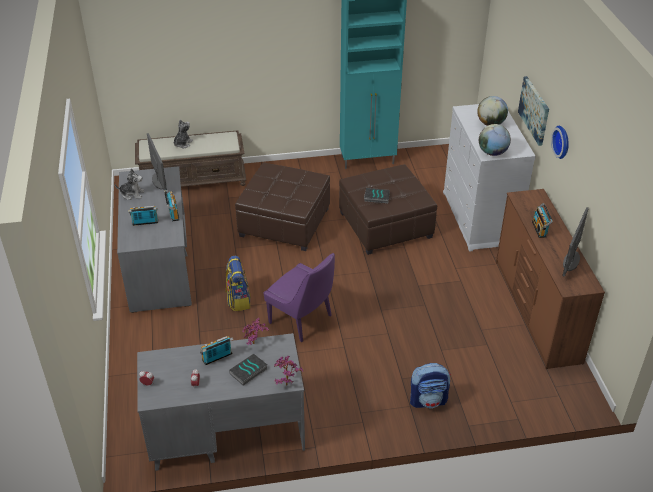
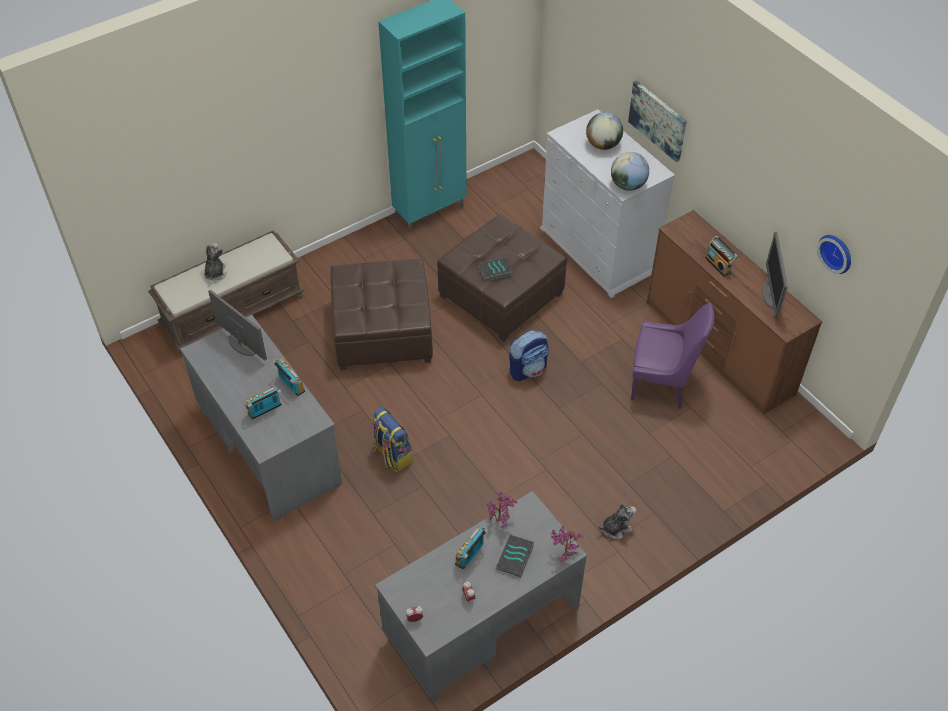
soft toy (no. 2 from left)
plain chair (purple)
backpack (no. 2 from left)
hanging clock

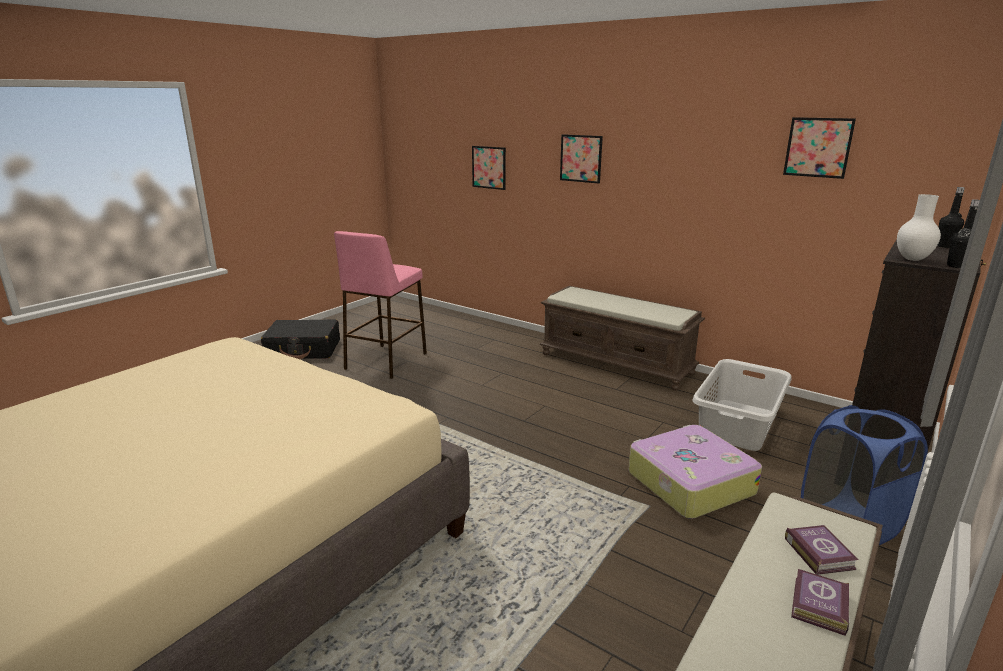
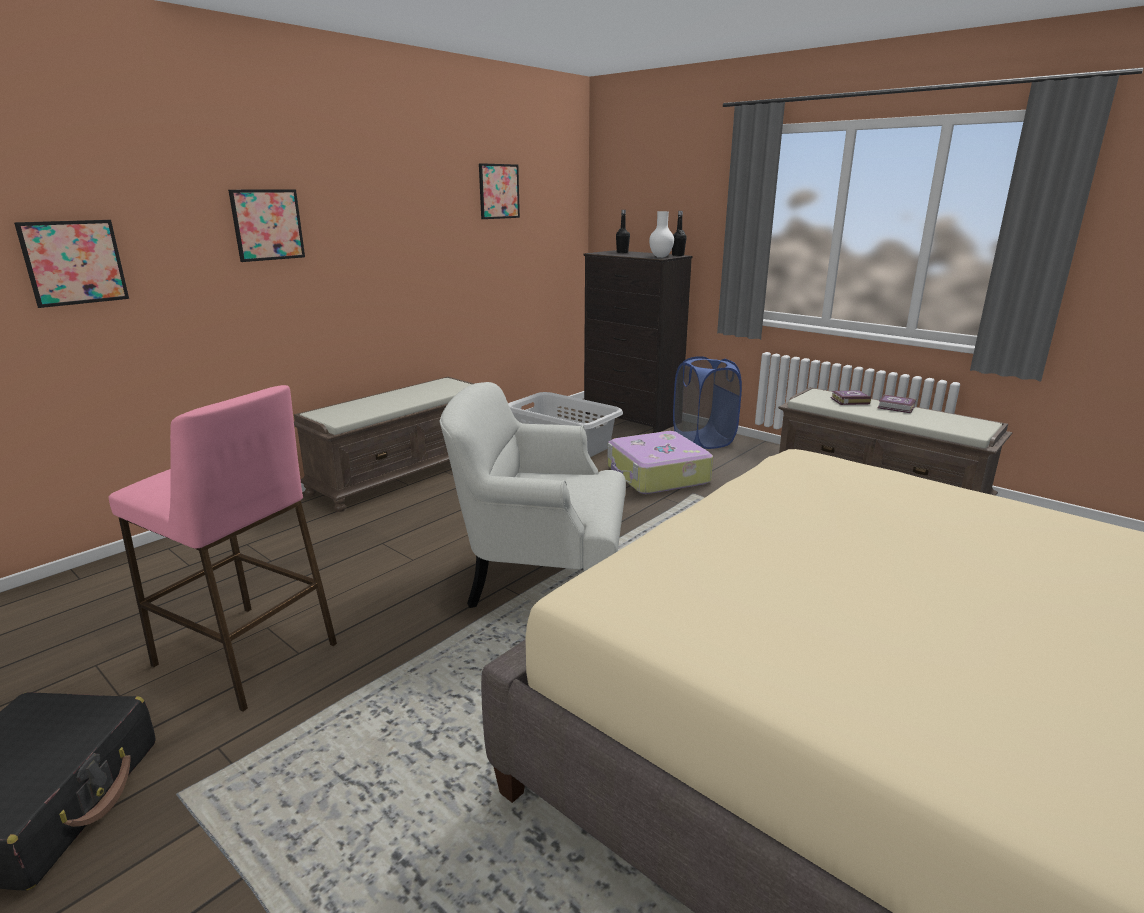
armchair (white-coloured)

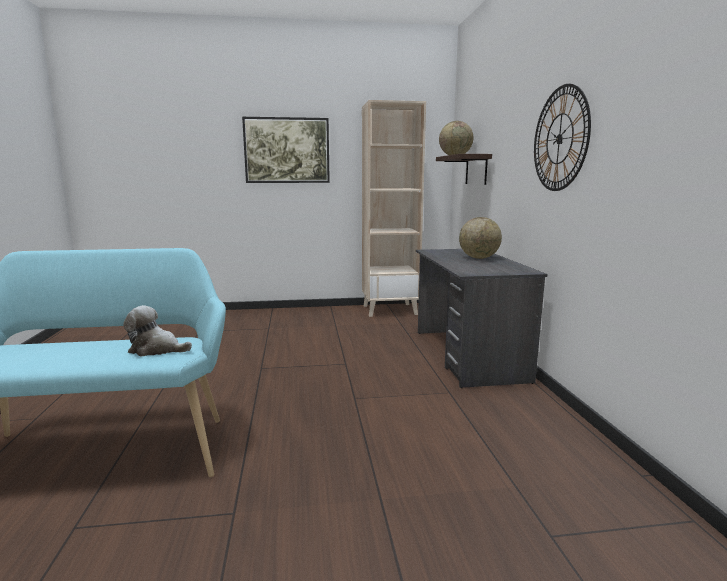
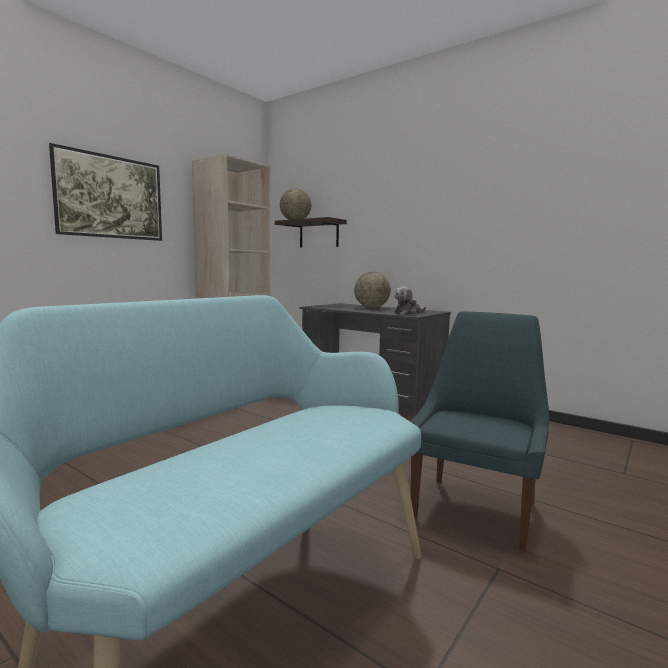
hanging clock
plain chair (blue)
soft toy

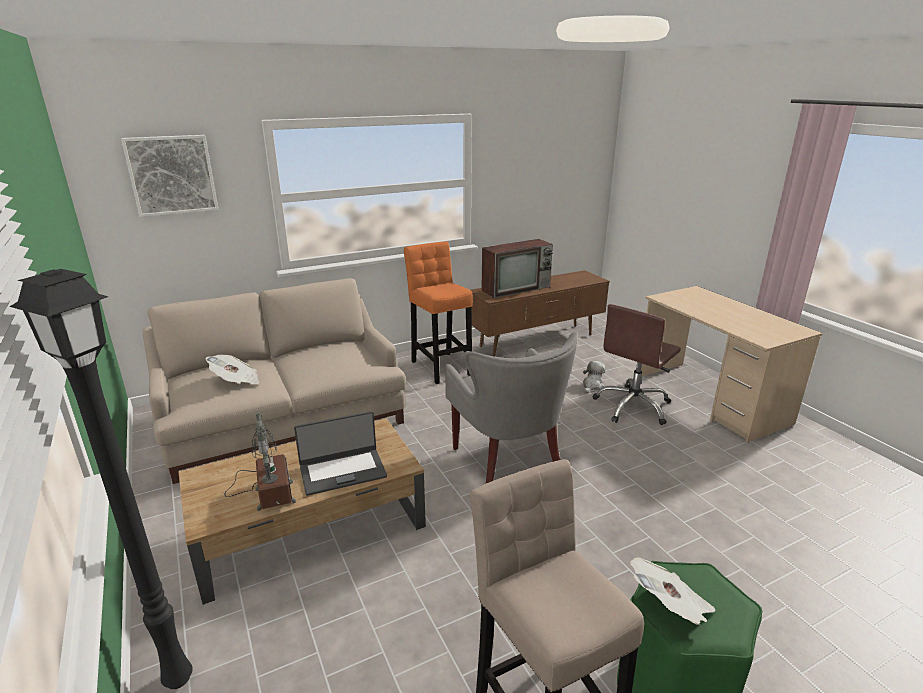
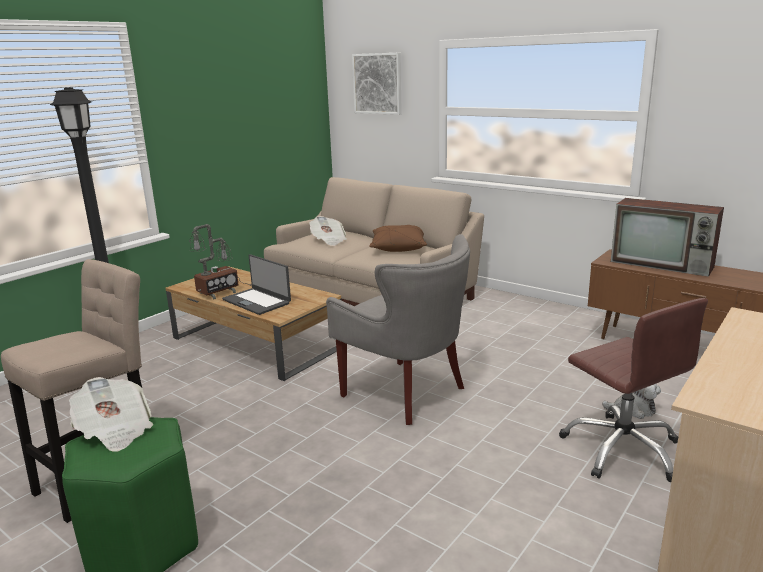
sitting stool (orangey)
pillow (brown-coloured)
armchair (greyish)
desk chair (brown-coloured)

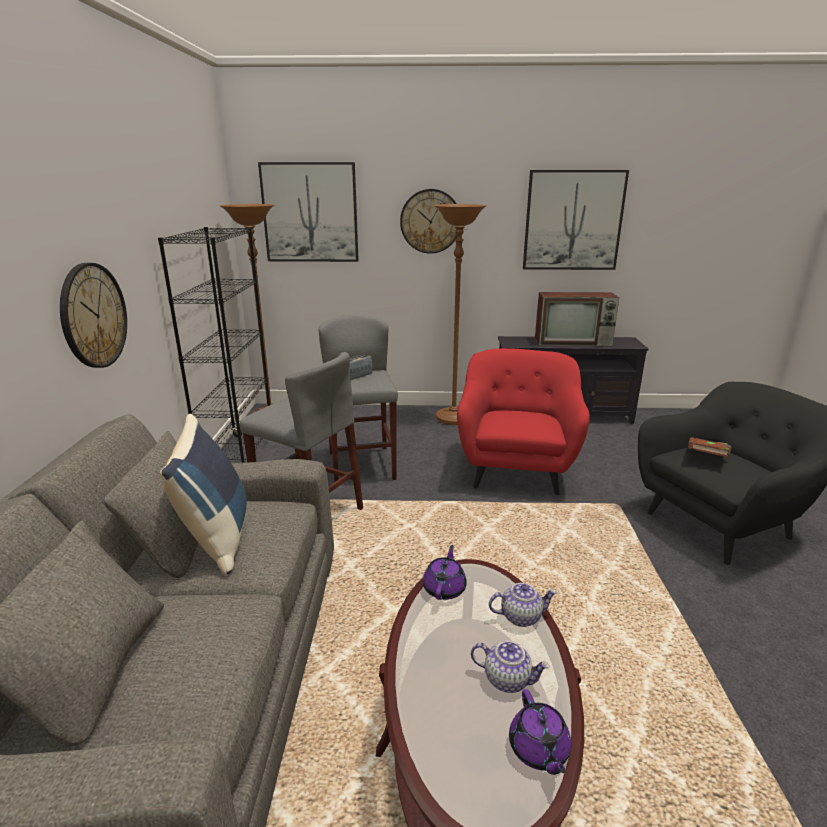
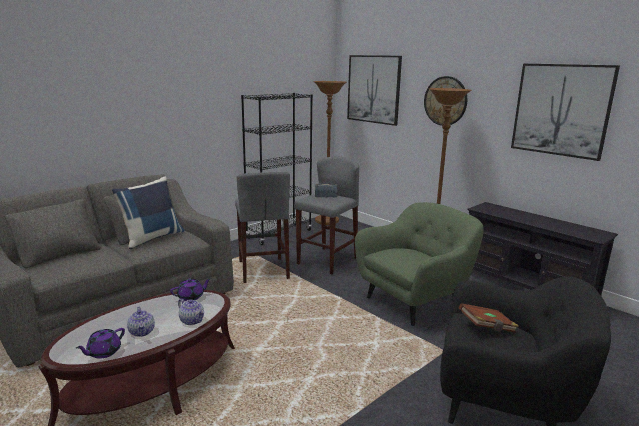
hanging clock (no. 1 from left in the first image)
TV
armchair (green)

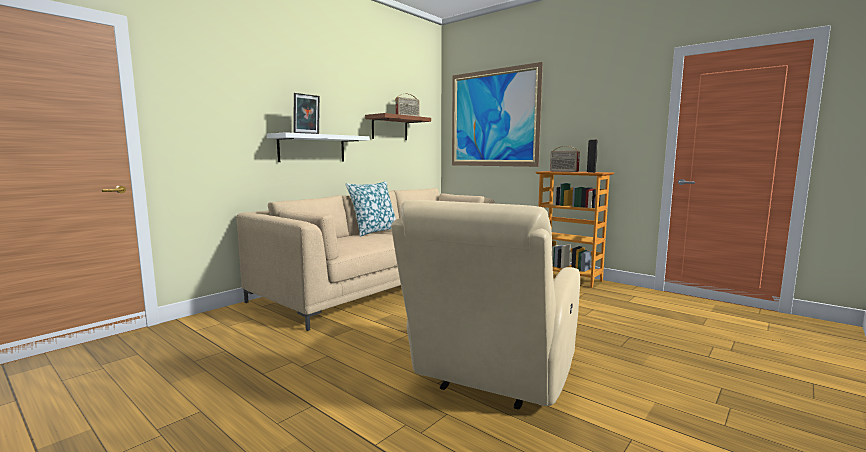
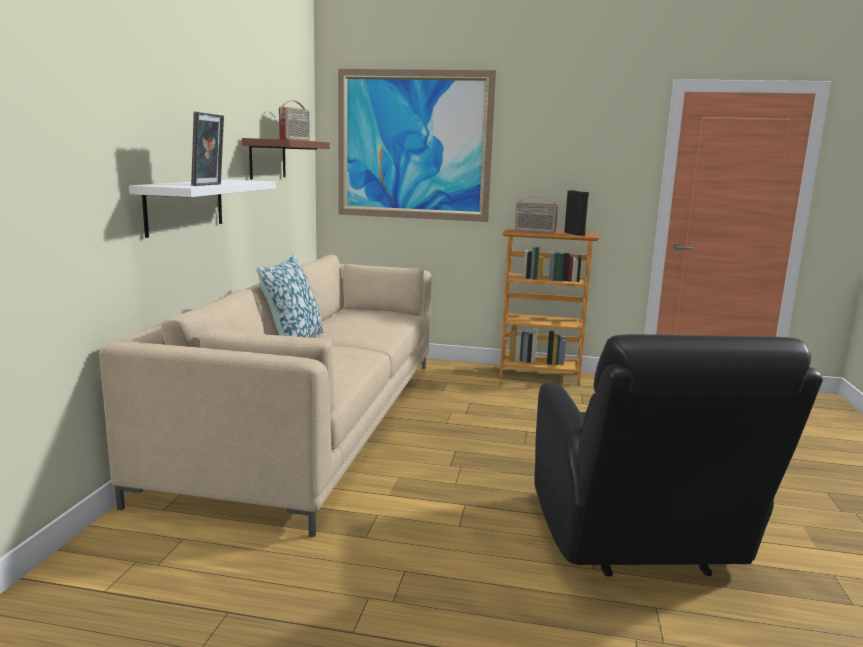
armchair (black)

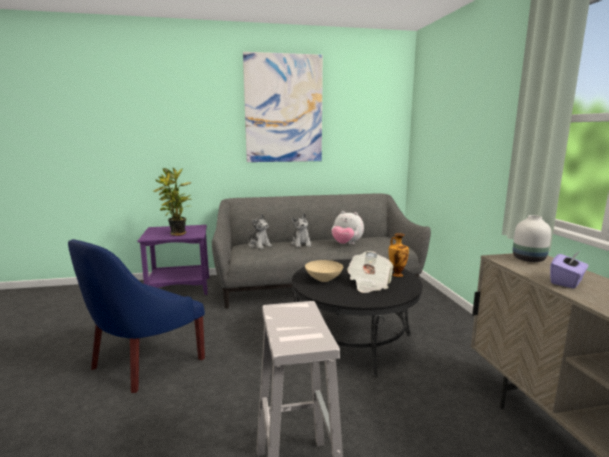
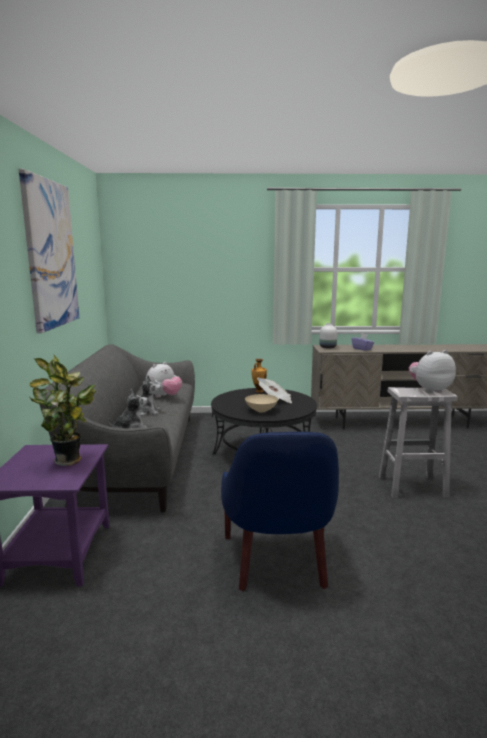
soft toy (no. 4 from left)
armchair (blue)

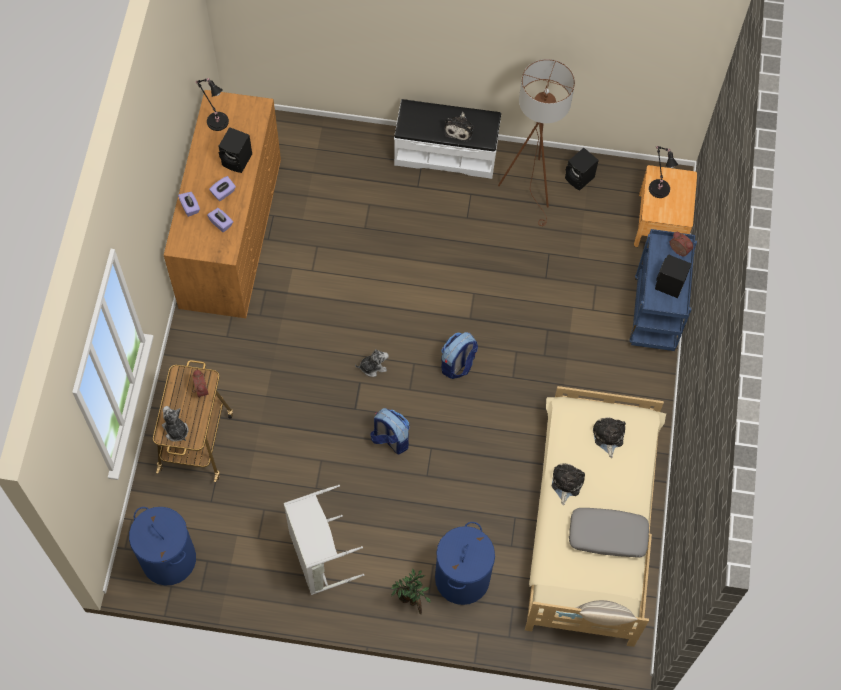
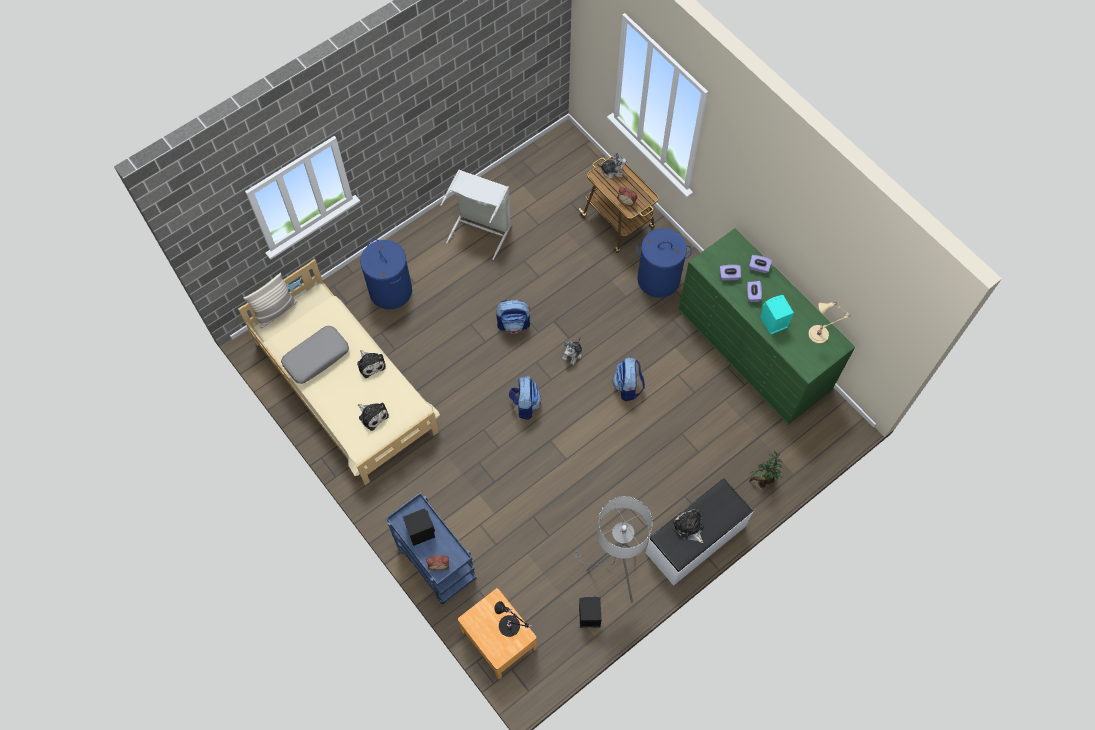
backpack (no. 3 from left)
laundry basket (blue) (no. 2 from left)
houseplant
chest of drawers (green)
tabletop lamp (beige-coloured)
speaker (turquoise-coloured)
standard lamp (greyish)

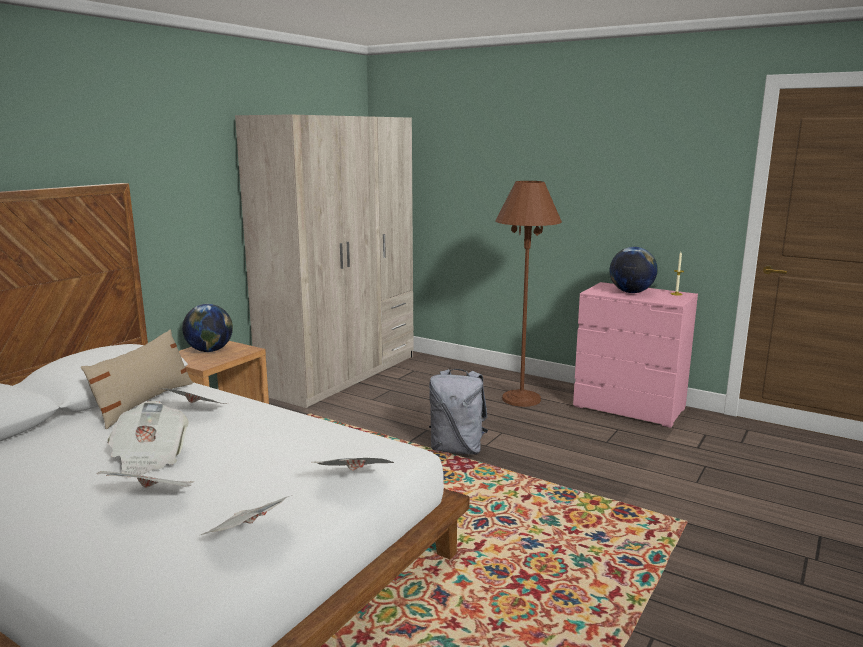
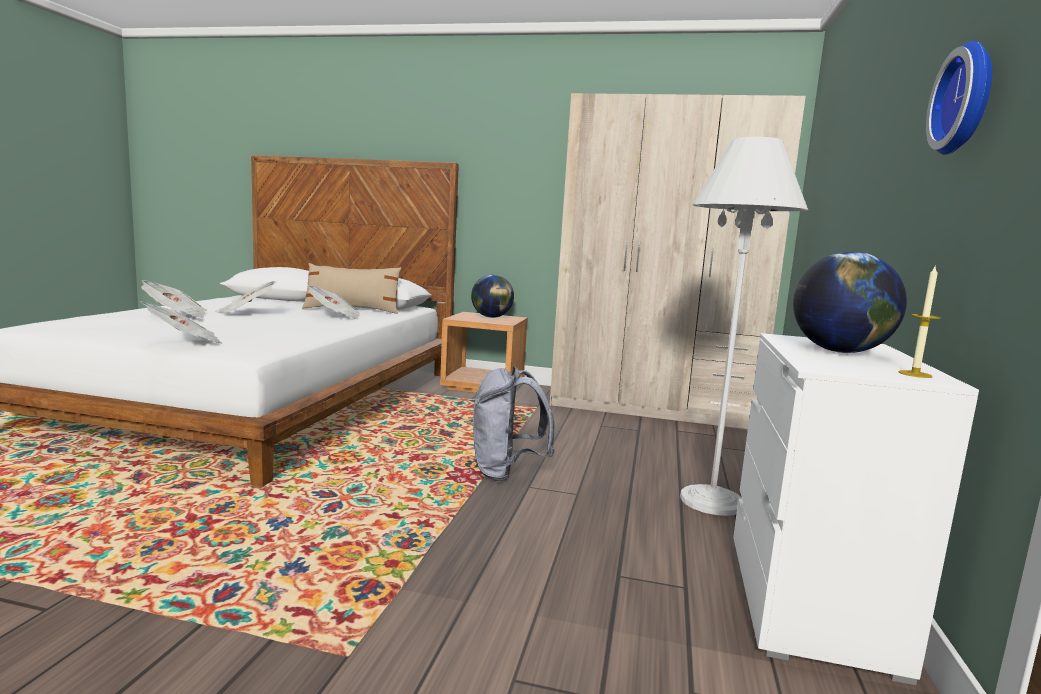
daily paper (no. 4 from left in the first image)
hanging clock
standard lamp (white-coloured)
chest of drawers (white-coloured)

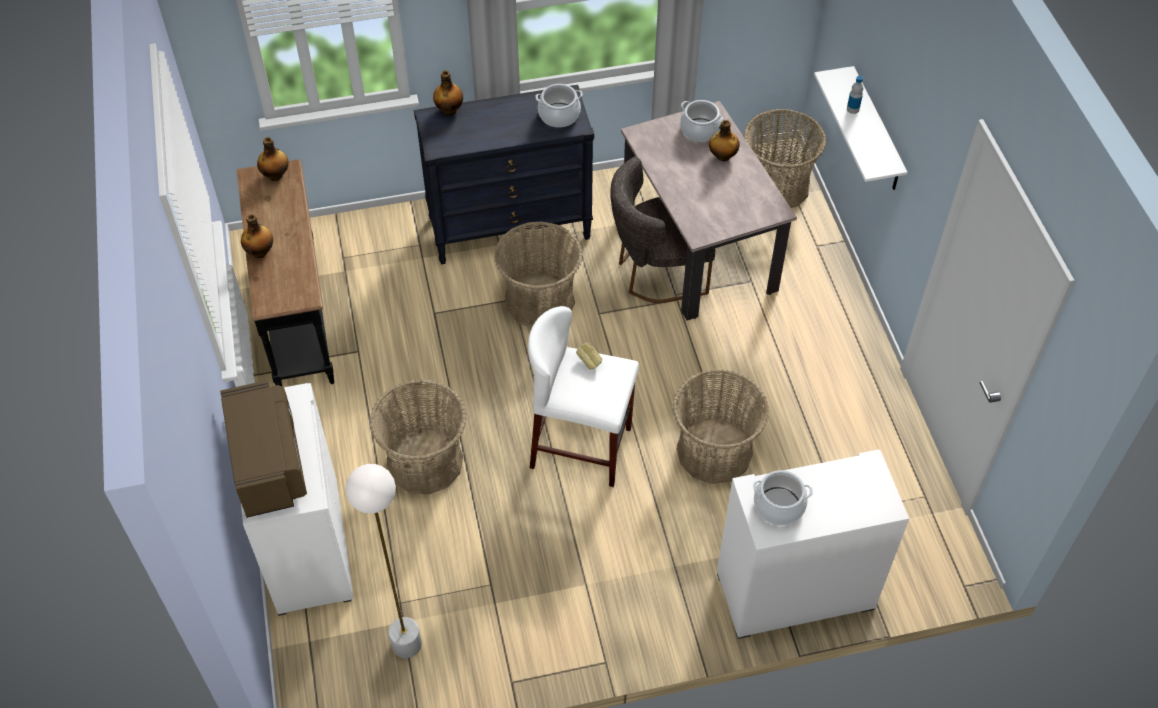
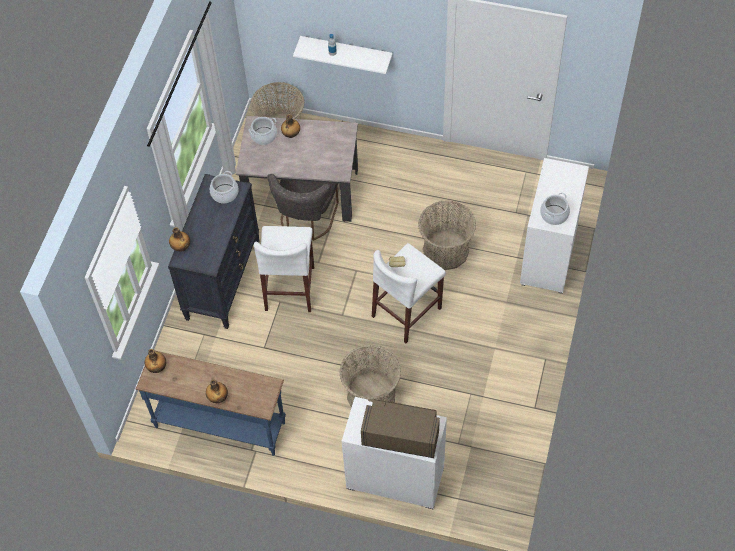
standard lamp (white-coloured)
sitting stool (white-coloured) (no. 1 from left)
narrow table (blue)

